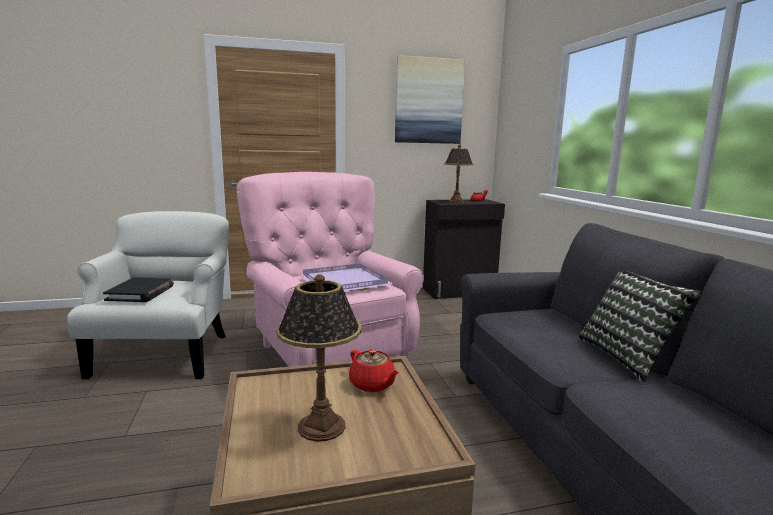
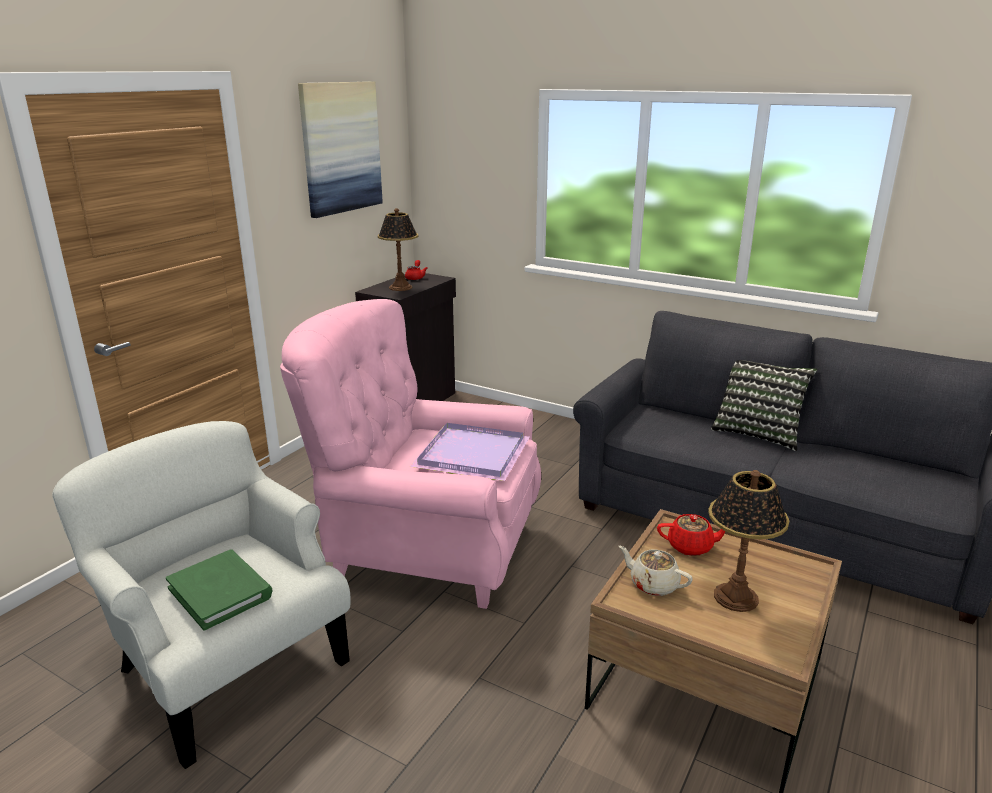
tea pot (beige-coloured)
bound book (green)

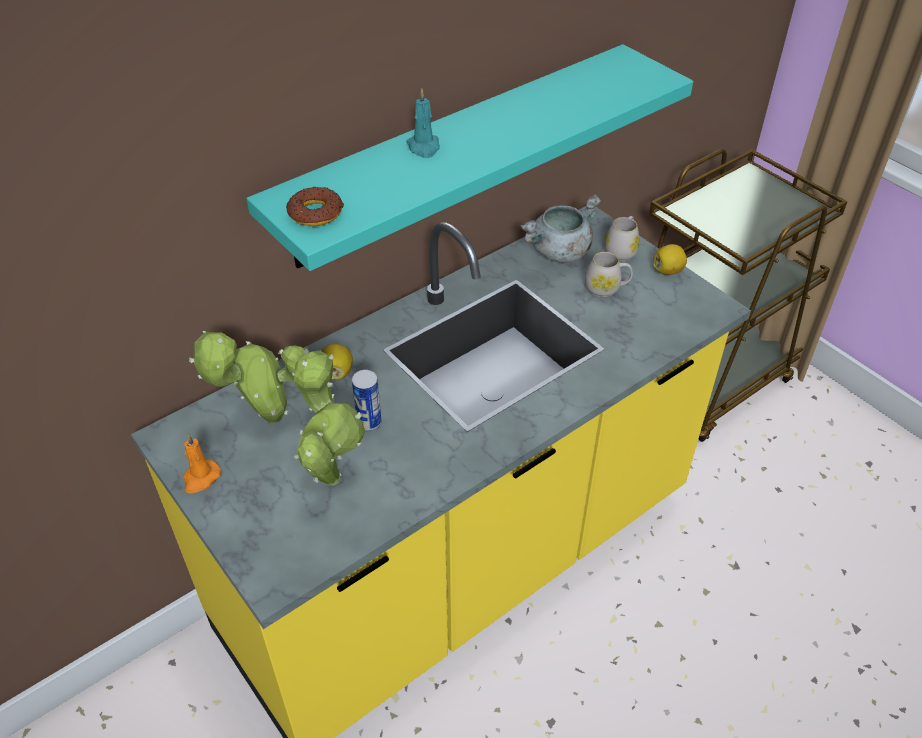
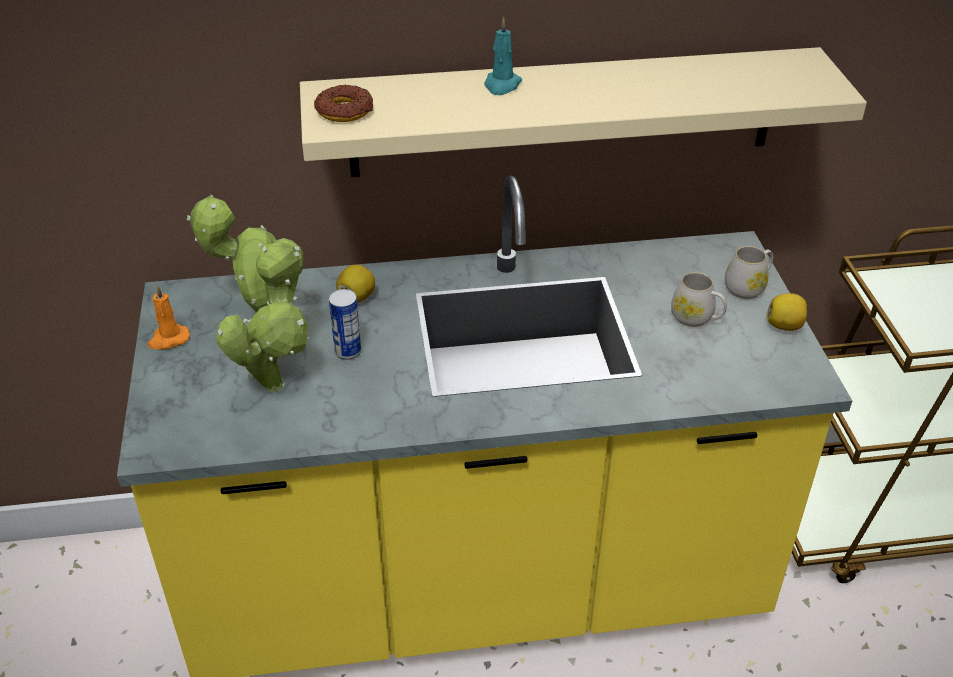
saucepot (greyish)
wall shelf (beige-coloured)

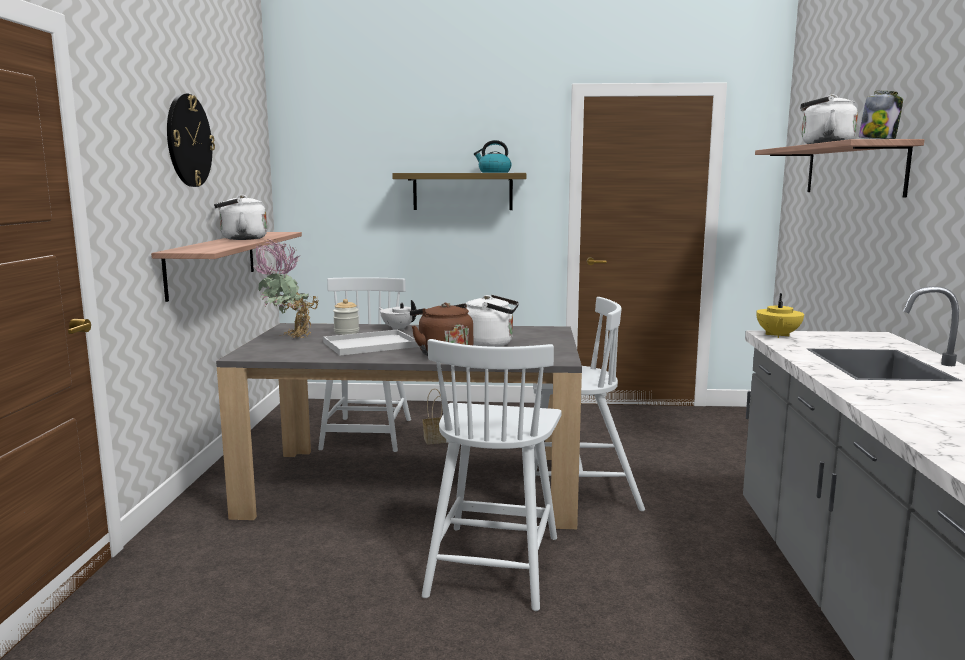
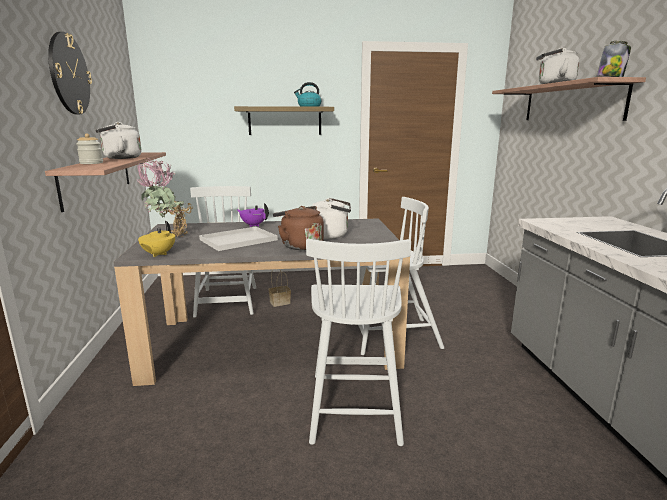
jar (no. 1 from left)
tea pot (yellow-coloured)
tea pot (purple)

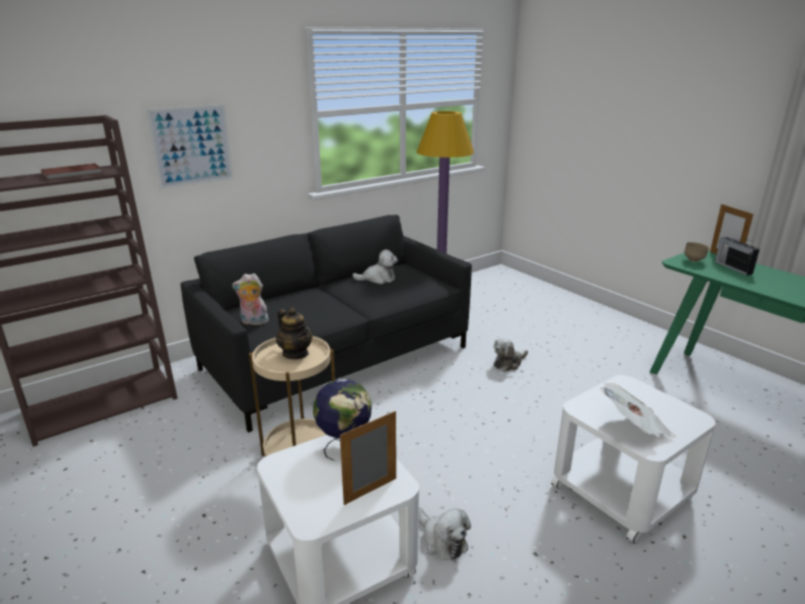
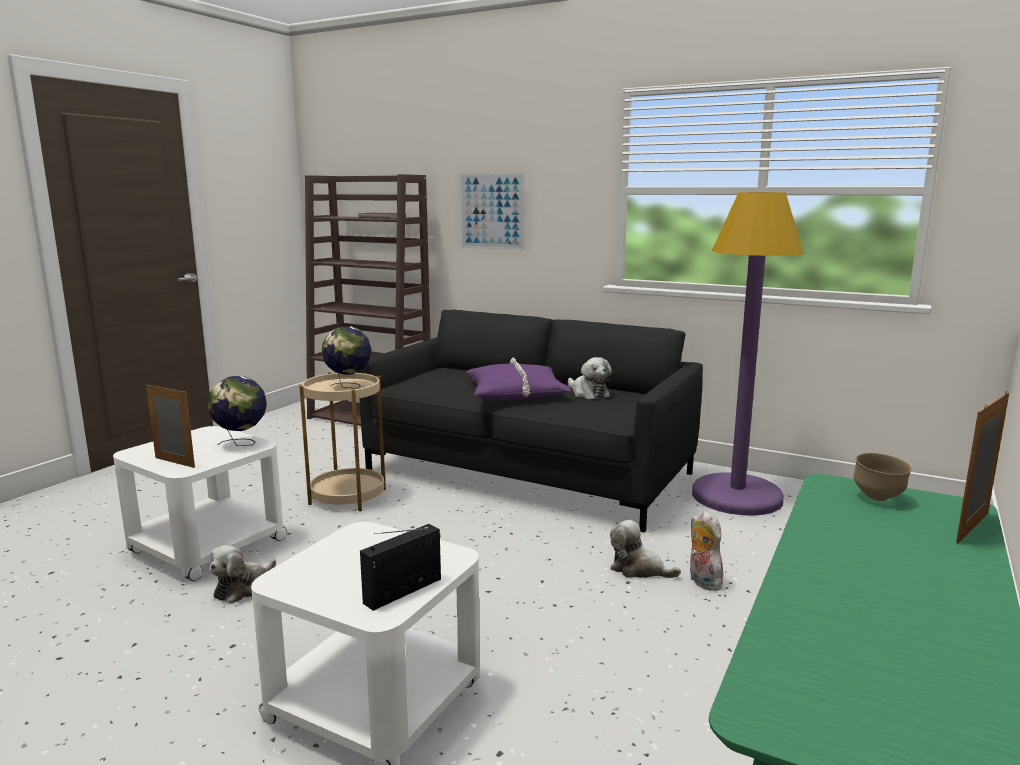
daily paper
pillow (purple)
soft toy (no. 4 from left)
radio receiver
world globe (no. 2 from left)

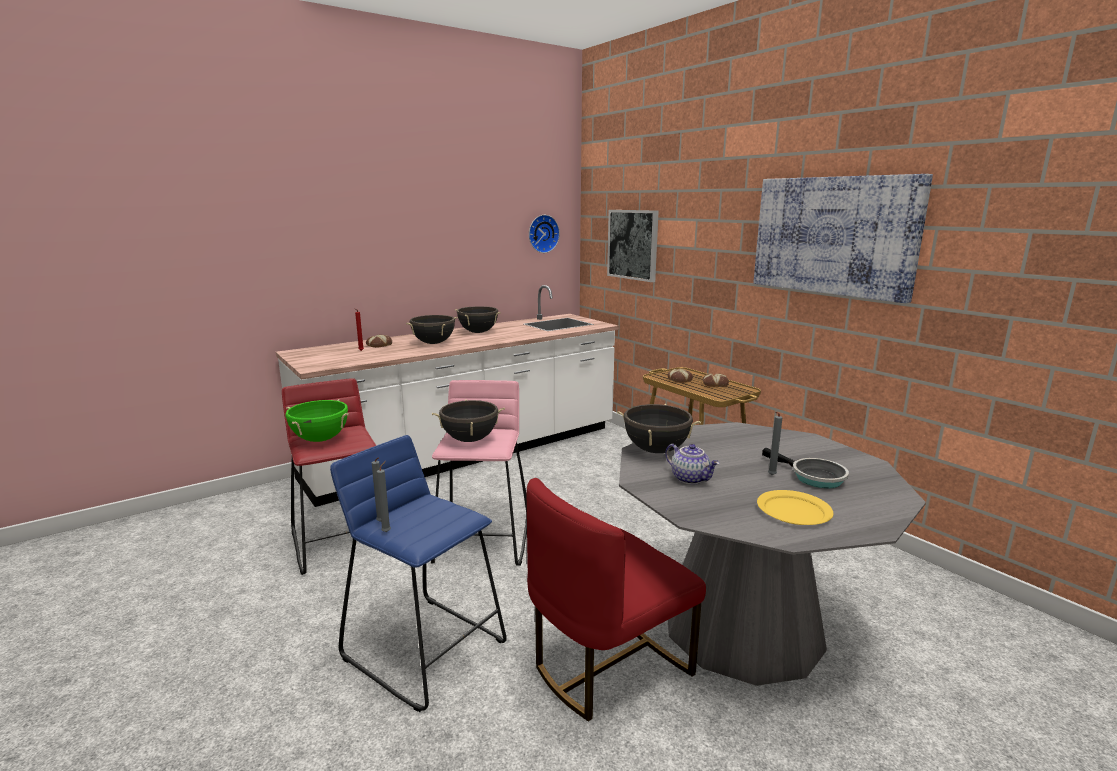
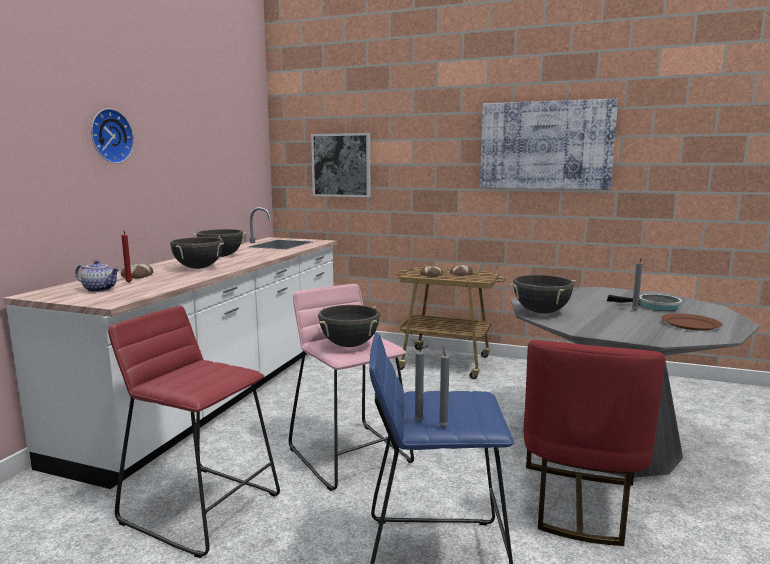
saucepot (green)
hanging clock
tea pot
dinner plate (brown-coloured)

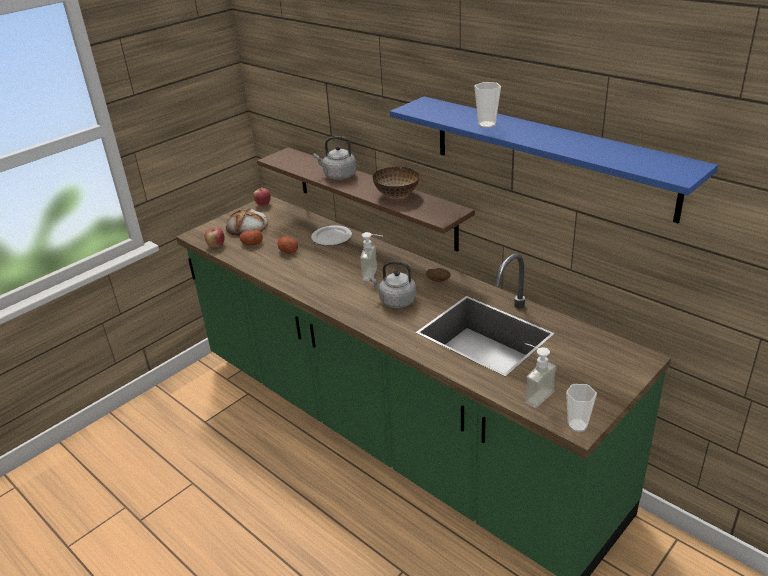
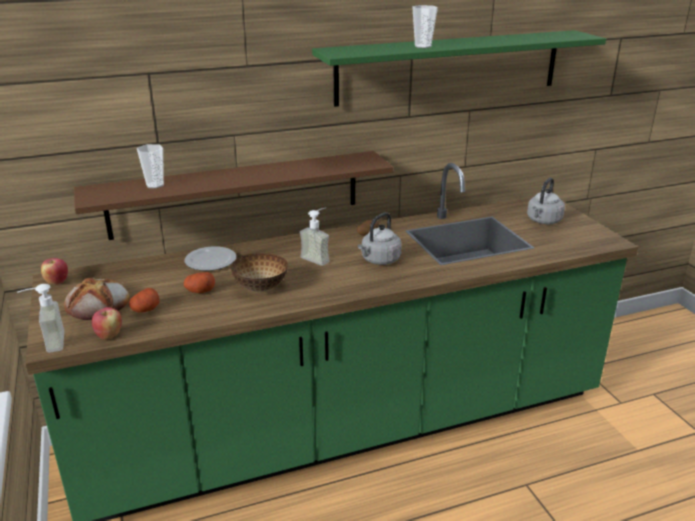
tea kettle (greyish) (no. 2 from left)
deep dish
soap bottle (no. 1 from left)
drinking cup (no. 1 from left)
wall shelf (green)

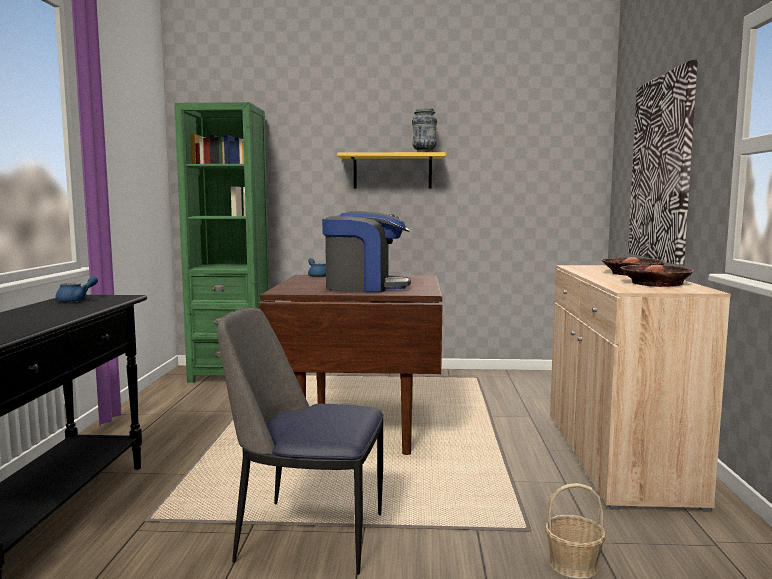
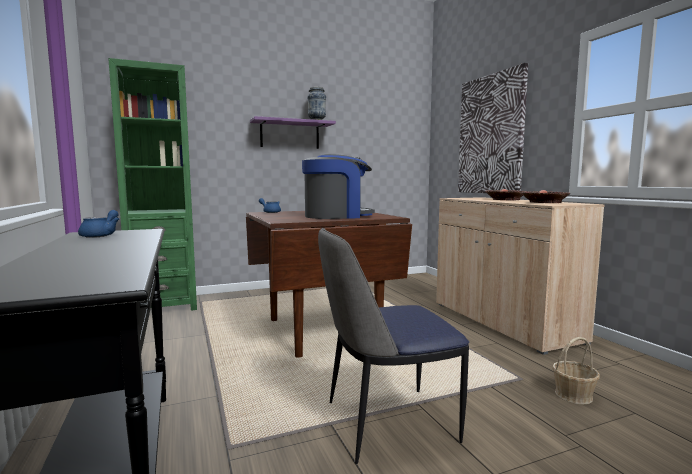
wall shelf (purple)

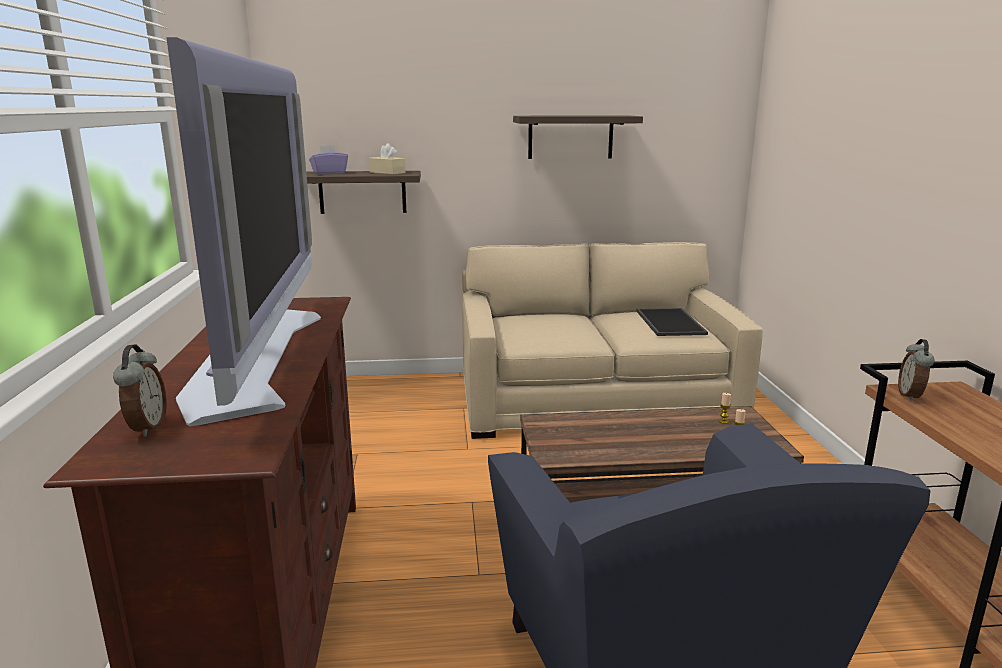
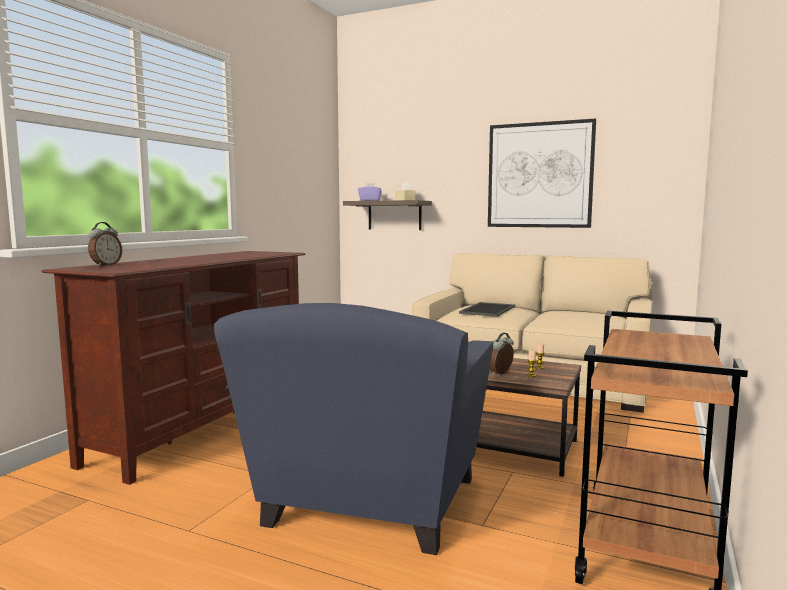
TV
serving tray
bedside clock (no. 2 from left)
picture

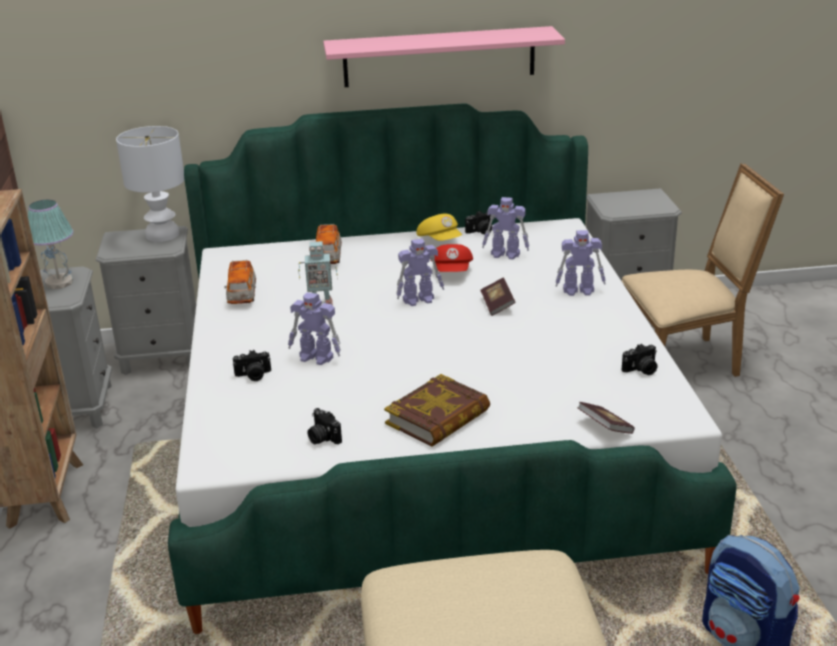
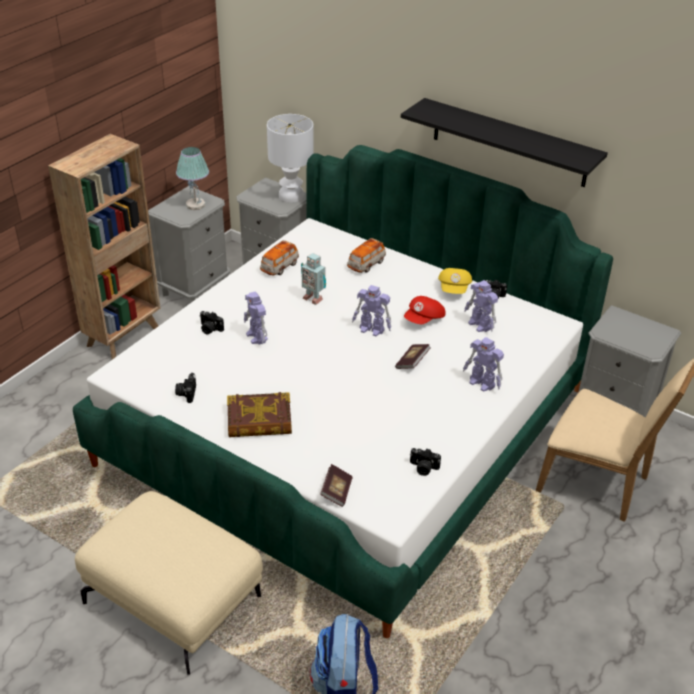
wall shelf (black)

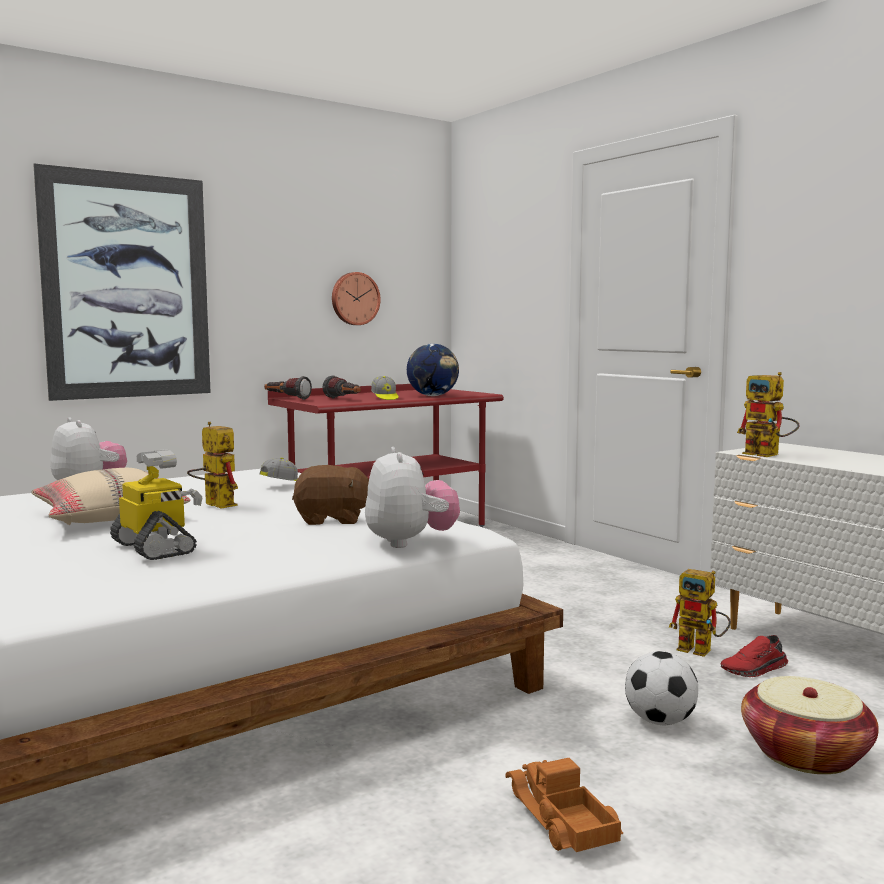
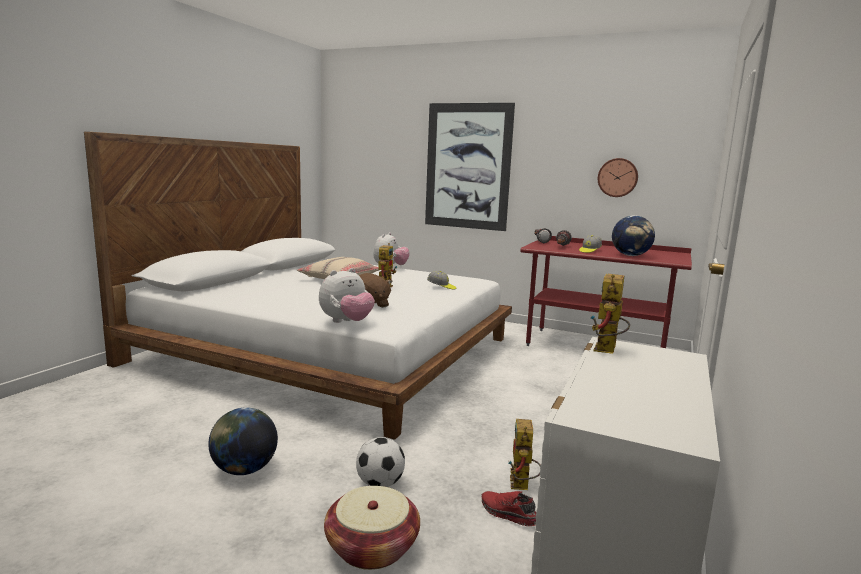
robot figure (no. 1 from left in the first image)
world globe (no. 1 from left)

